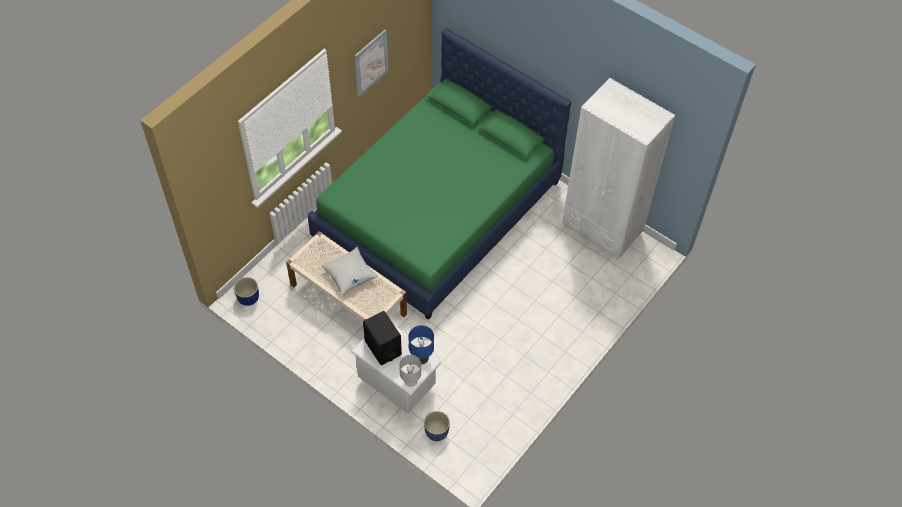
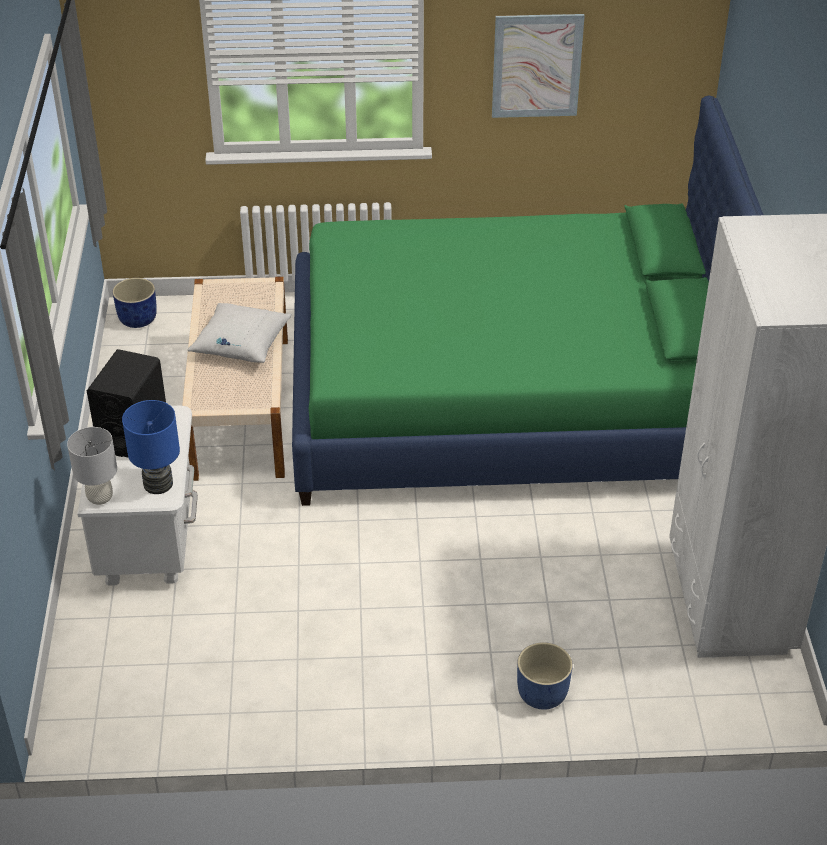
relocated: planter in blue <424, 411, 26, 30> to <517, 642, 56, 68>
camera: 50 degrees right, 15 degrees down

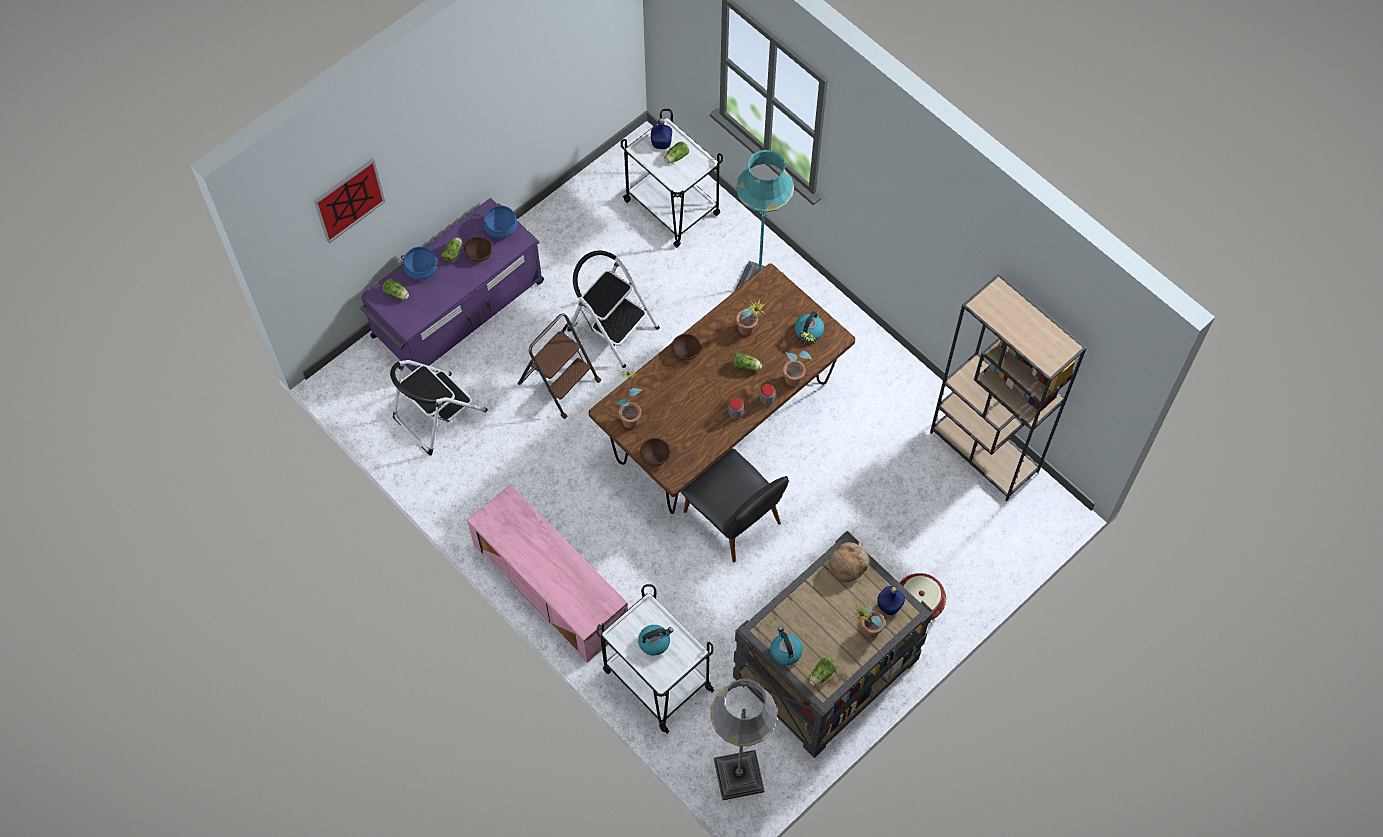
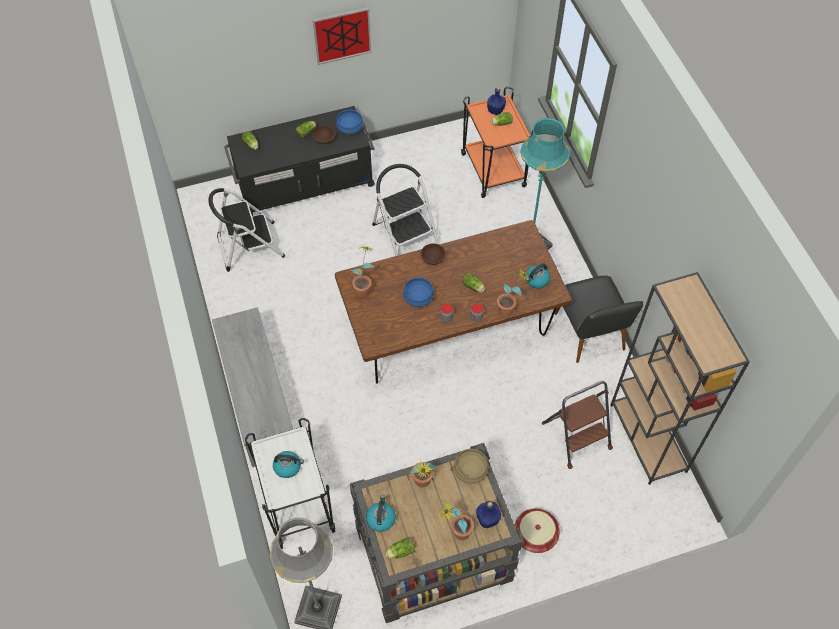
missing: bowl in brown <640, 438, 31, 28>
relocated: picture <314, 159, 71, 84> to <313, 7, 58, 58>; cooking pot in blue <401, 247, 39, 33> to <403, 277, 32, 30>; potted plant <736, 299, 30, 36> to <410, 462, 27, 25>; step ladder in brown <518, 313, 83, 106> to <542, 381, 71, 88>; chair in black <681, 448, 108, 114> to <555, 275, 88, 88>
exchanged: bread <829, 542, 40, 40> to cooking pot in beige <451, 449, 39, 35>
colour: cart in white <621, 109, 102, 138> to cart in orange <461, 87, 72, 111>; cabinet in purple <360, 198, 184, 174> to cabinet in black <224, 106, 151, 110>; bench in pink <467, 485, 161, 178> to bench in grey <212, 307, 81, 160>
camera: 25 degrees right, 5 degrees down

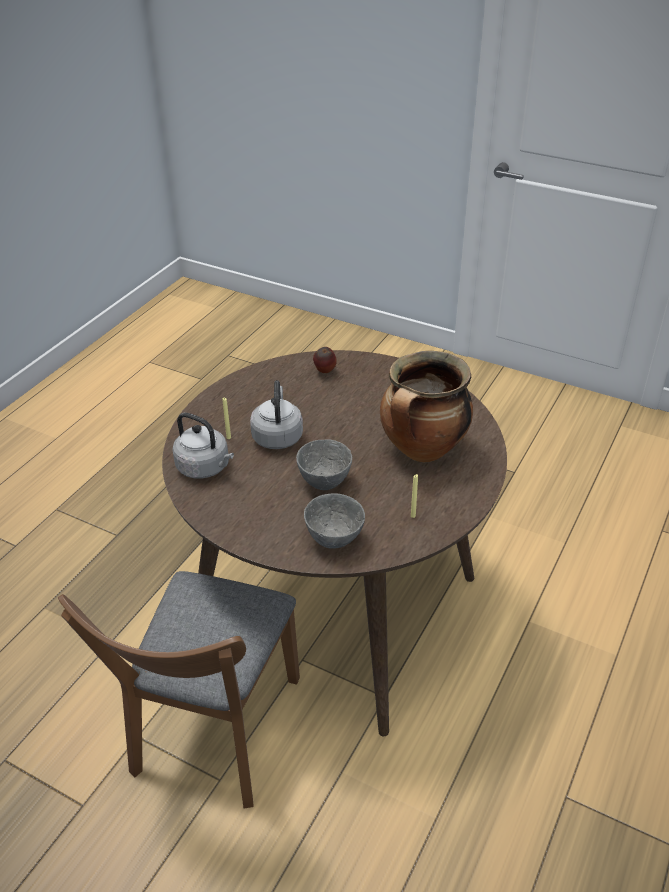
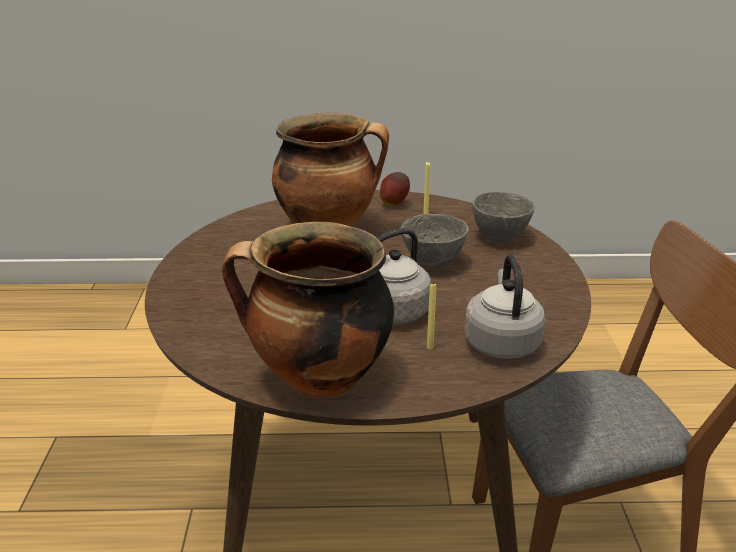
appeared: cooking pot <222, 222, 172, 176>
relocated: apple <313, 347, 24, 26> to <380, 172, 30, 34>
camera: 120 degrees left, 10 degrees down

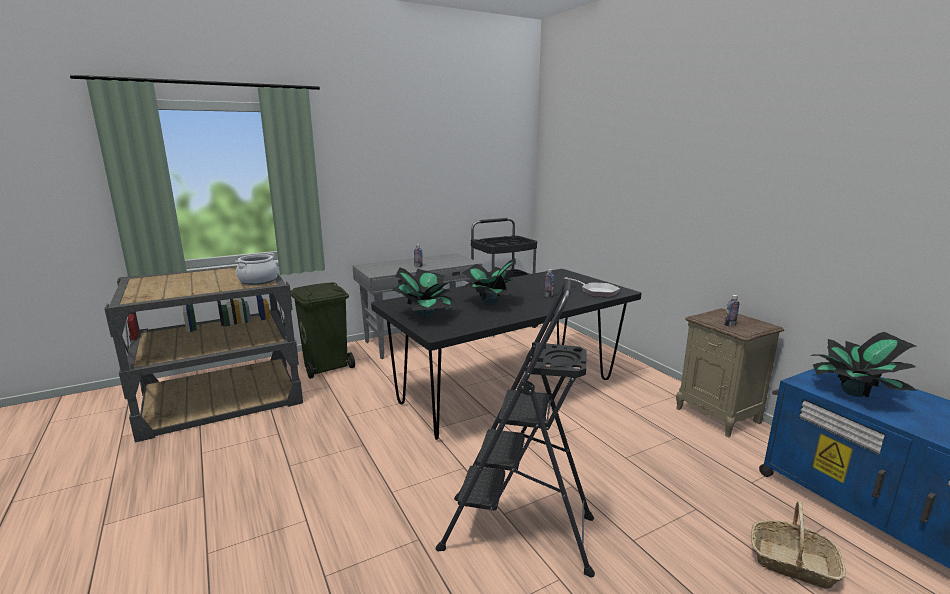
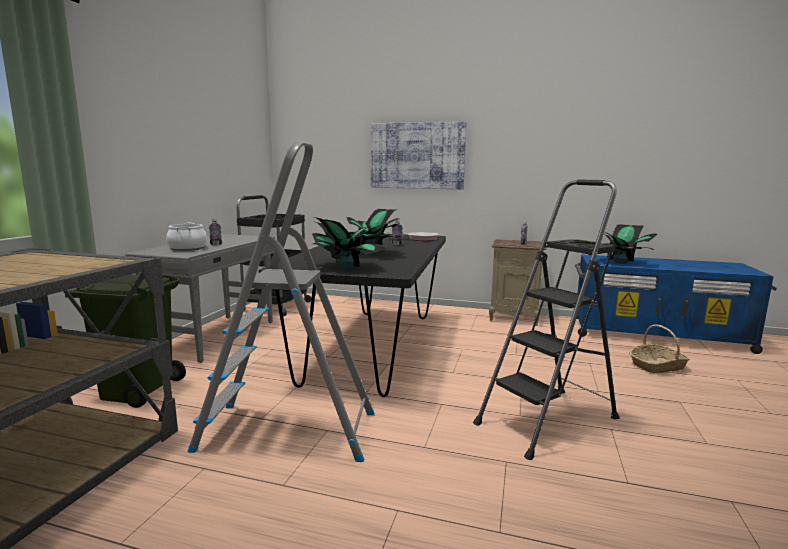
appeared: picture <371, 121, 95, 68>; step ladder in grey <187, 140, 188, 322>
relocated: cooking pot <235, 253, 43, 32> to <166, 222, 41, 29>
camera: 45 degrees left, 5 degrees down

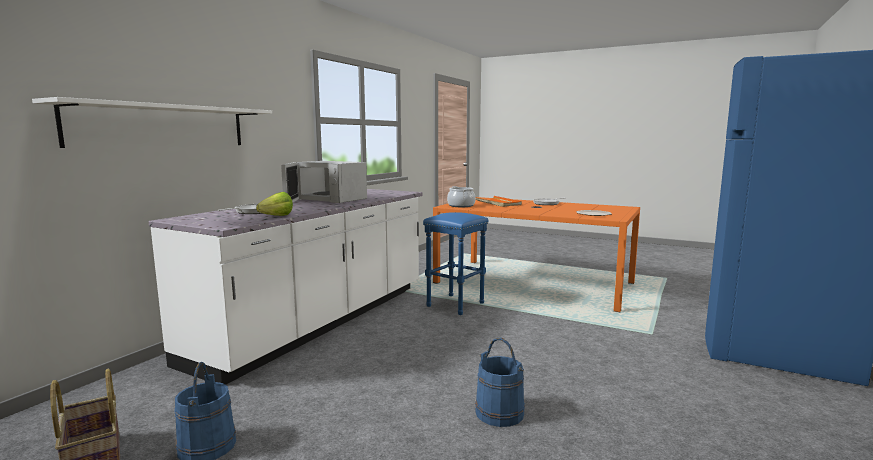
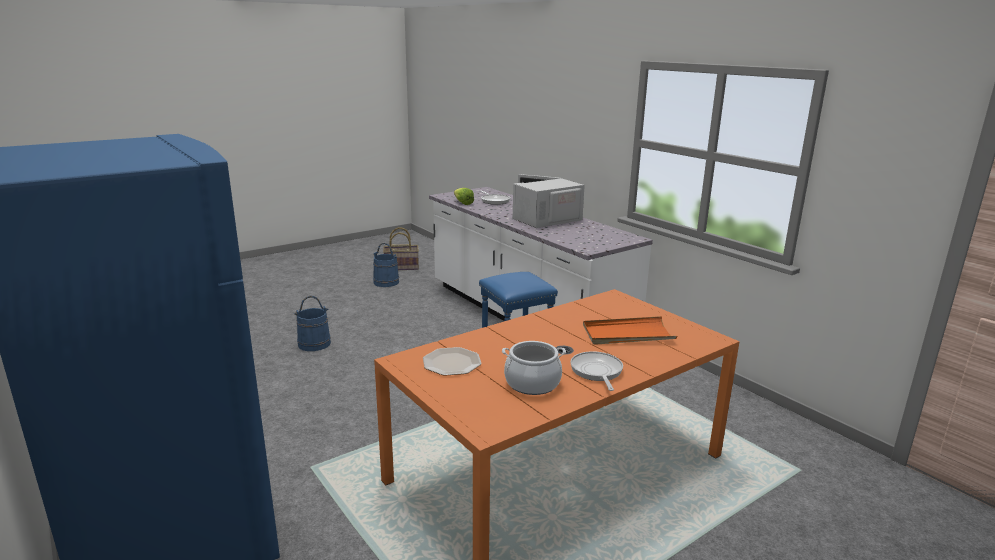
missing: shelf in white <32, 97, 240, 51>
relocated: cooking pot <447, 186, 29, 21> to <502, 341, 64, 54>
camera: 115 degrees right, 10 degrees up

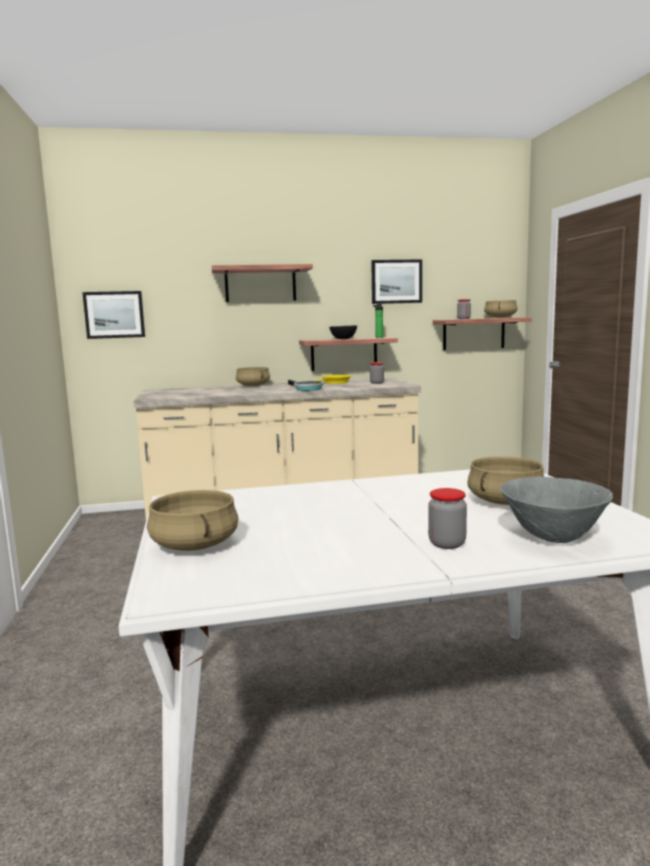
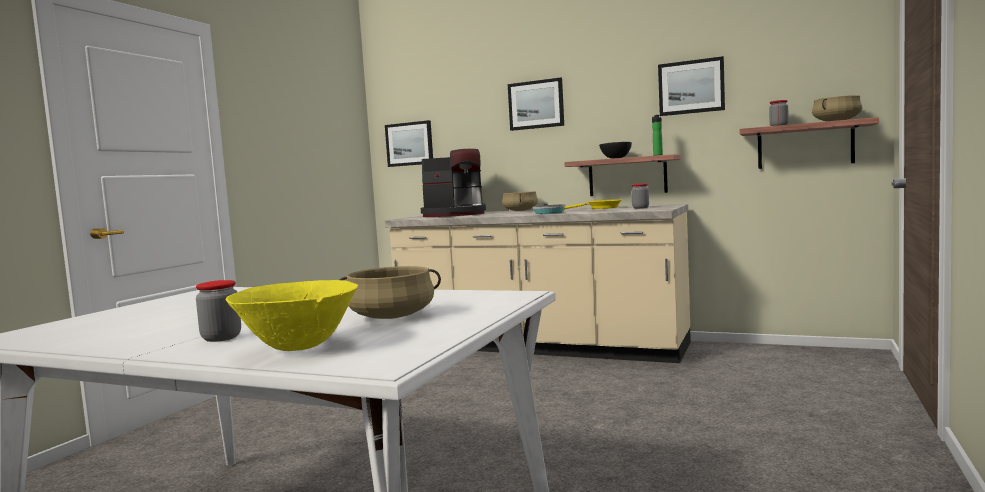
missing: cooking pot in beige <147, 490, 92, 61>
appeared: coffee machine <421, 149, 65, 68>
exchanged: shelf <212, 264, 101, 38> to picture <508, 77, 56, 54>
colour: bowl in grey <500, 477, 113, 66> to bowl in yellow <226, 280, 132, 71>
camera: 35 degrees right, 5 degrees down

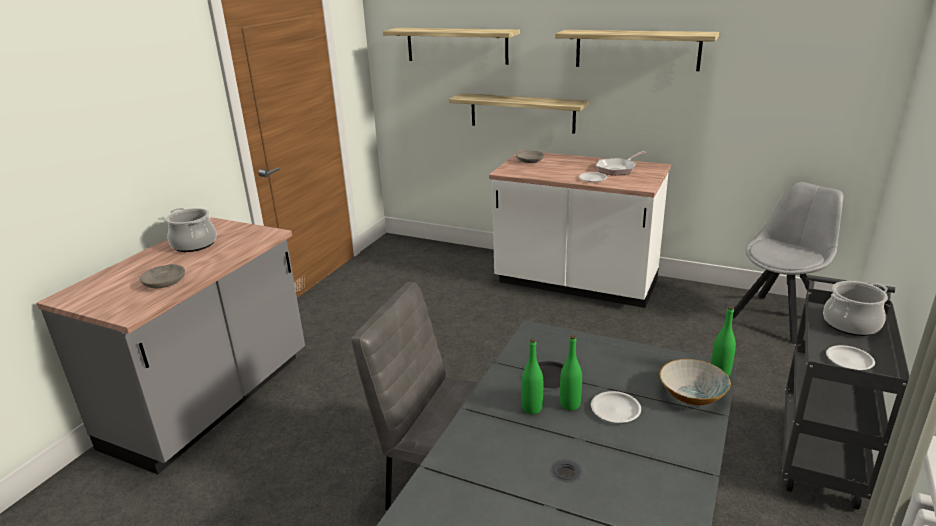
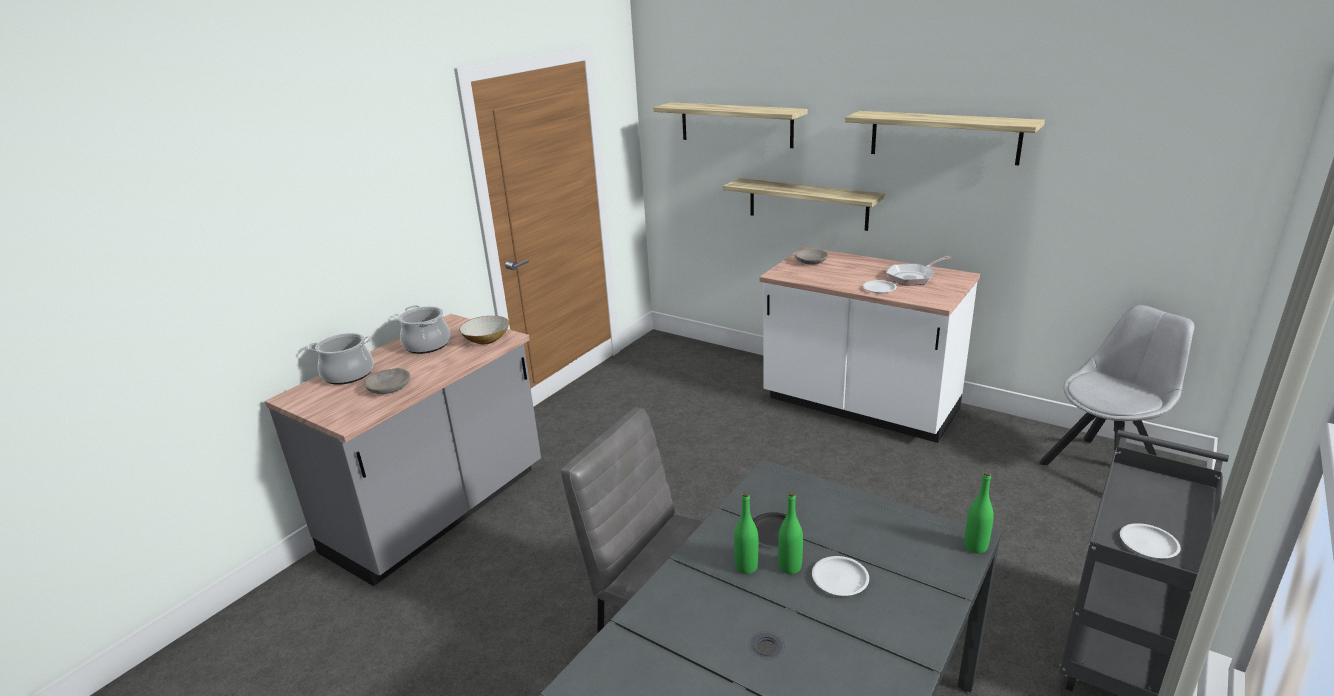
relocated: cooking pot <823, 281, 65, 55> to <308, 333, 66, 52>; bowl <659, 359, 72, 46> to <459, 316, 50, 28>
camera: 10 degrees right, 0 degrees up

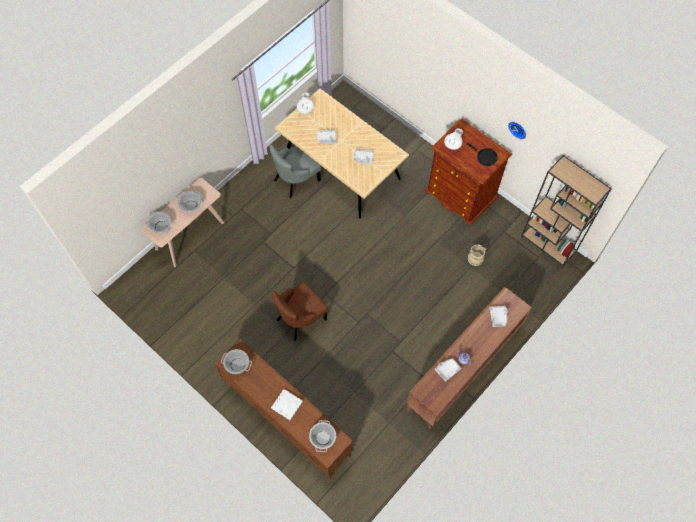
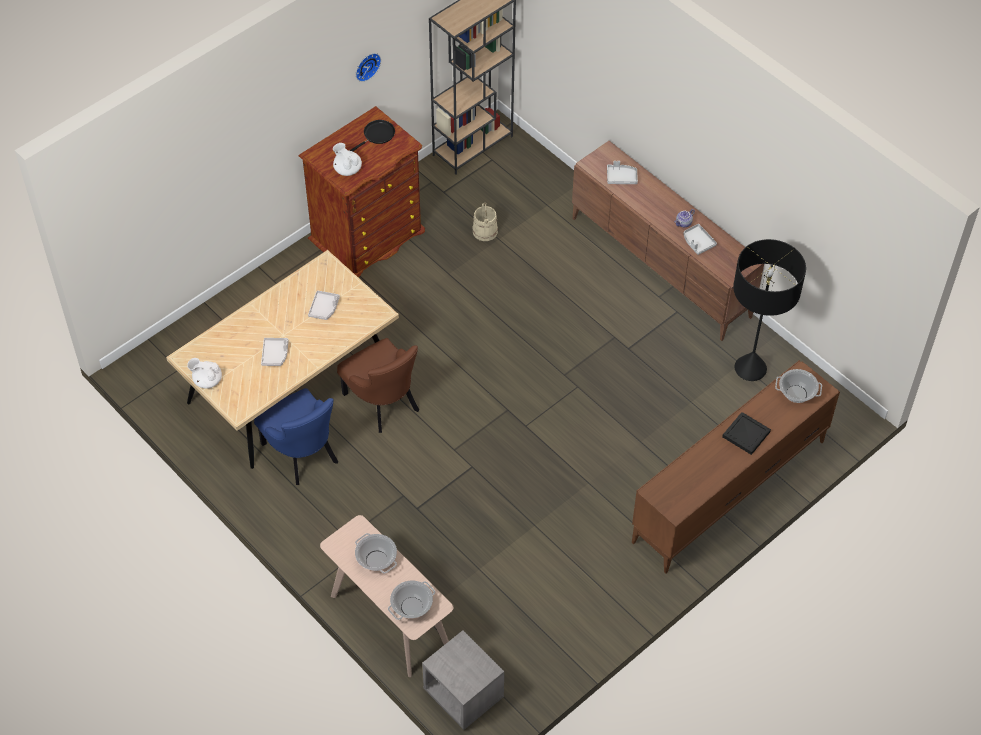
missing: cooking pot <221, 349, 31, 25>
appeared: floor lamp in black <733, 239, 73, 142>; nightstand in grey <422, 630, 82, 100>
relocated: chair in brown <272, 282, 56, 59> to <337, 338, 82, 95>
colour: chair in grey <269, 145, 52, 53> to chair in blue <254, 388, 85, 97>; tray in white <271, 389, 32, 31> to tray in black <722, 412, 49, 43>
camera: 85 degrees left, 10 degrees down

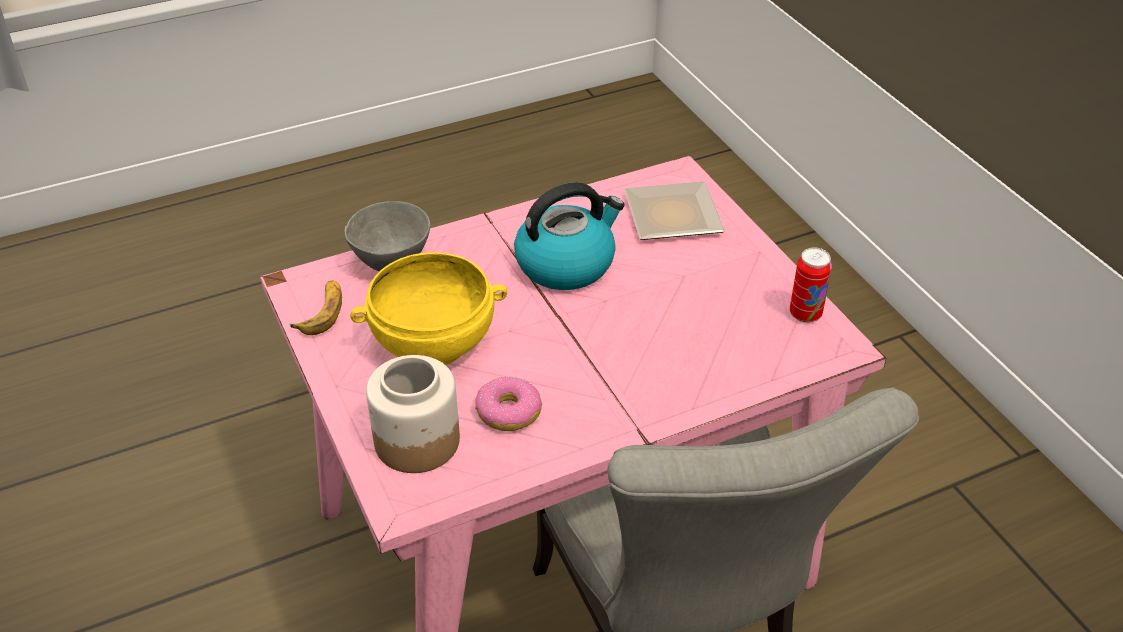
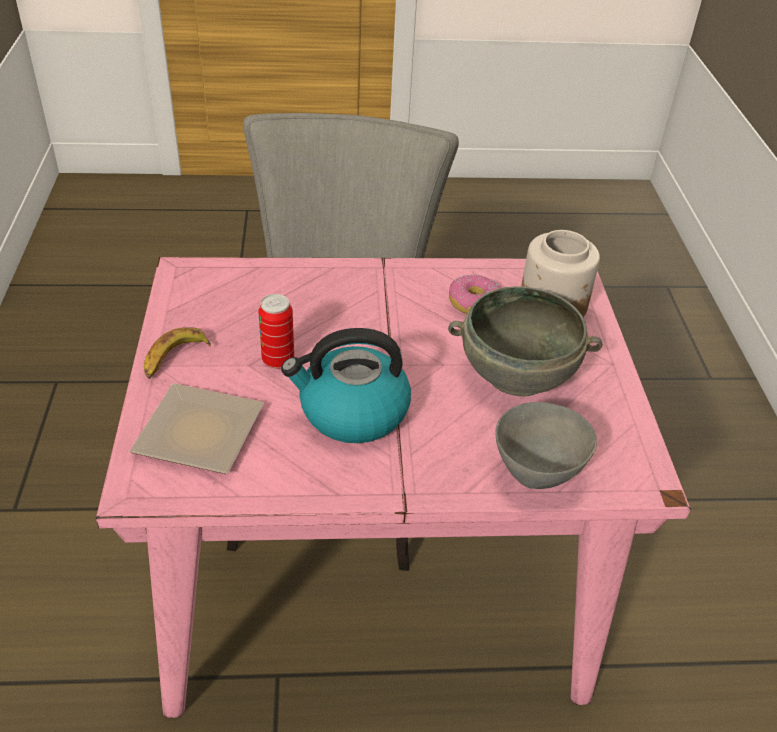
relocated: can <790, 247, 42, 76> to <259, 294, 35, 75>; banana <290, 280, 52, 55> to <144, 327, 67, 52>
colour: bowl in yellow <350, 252, 158, 113> to bowl in grey <448, 286, 154, 110>
camera: 160 degrees left, 0 degrees up

